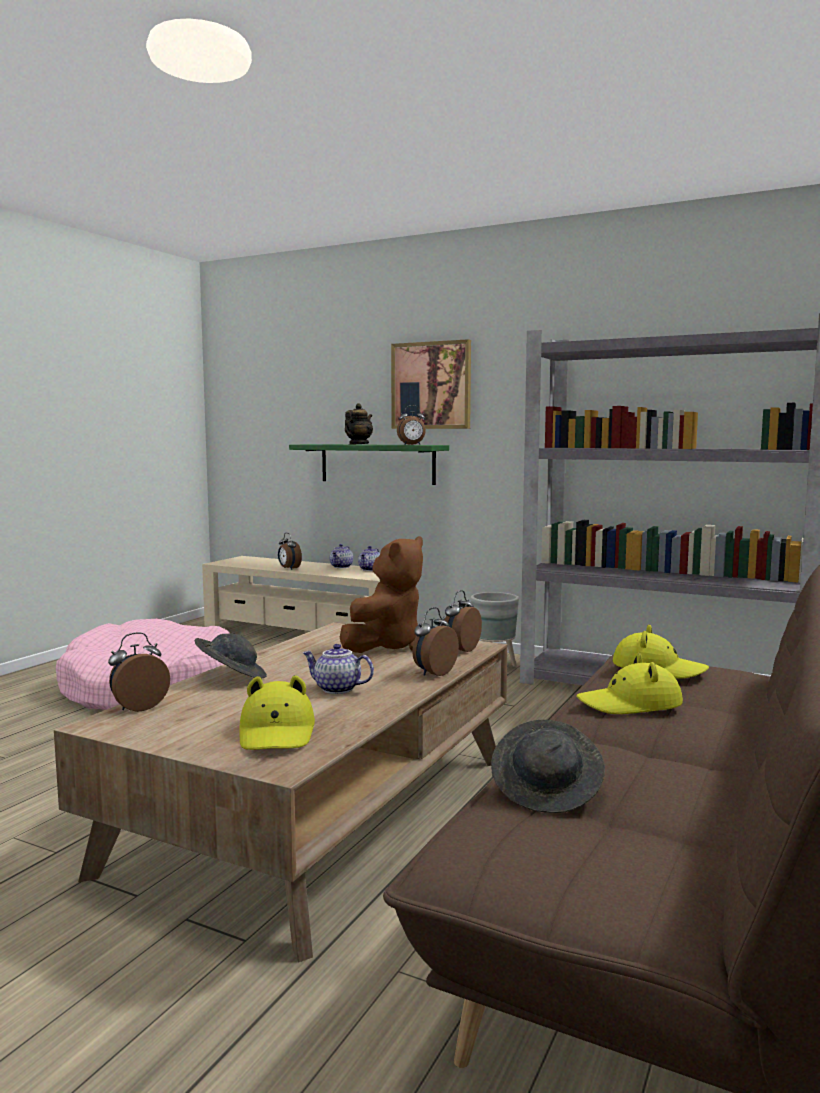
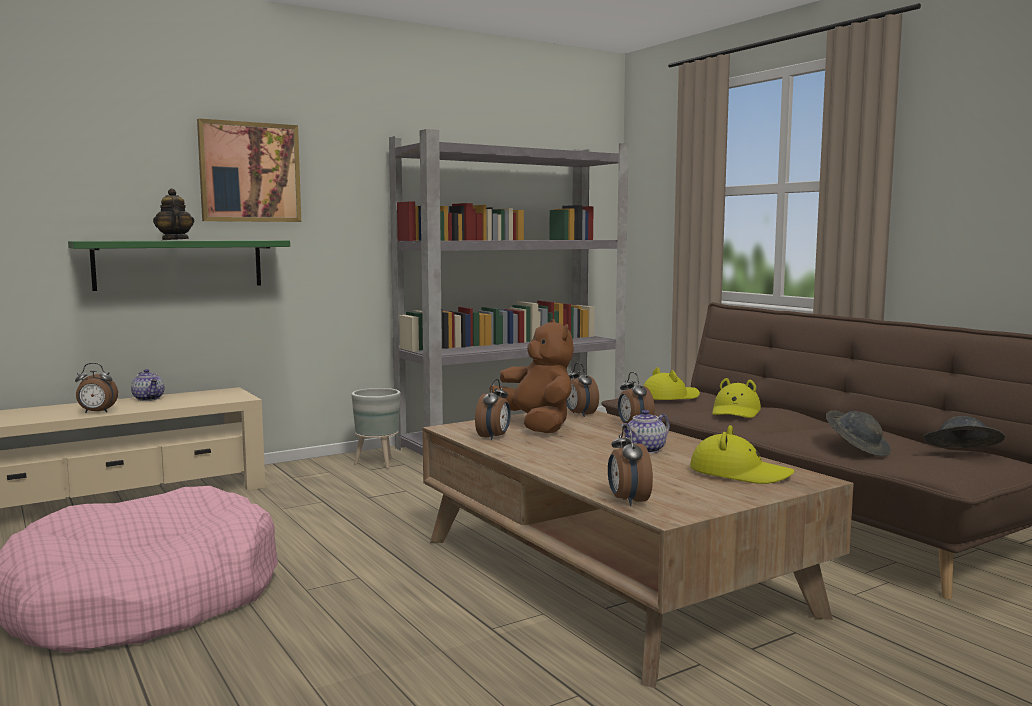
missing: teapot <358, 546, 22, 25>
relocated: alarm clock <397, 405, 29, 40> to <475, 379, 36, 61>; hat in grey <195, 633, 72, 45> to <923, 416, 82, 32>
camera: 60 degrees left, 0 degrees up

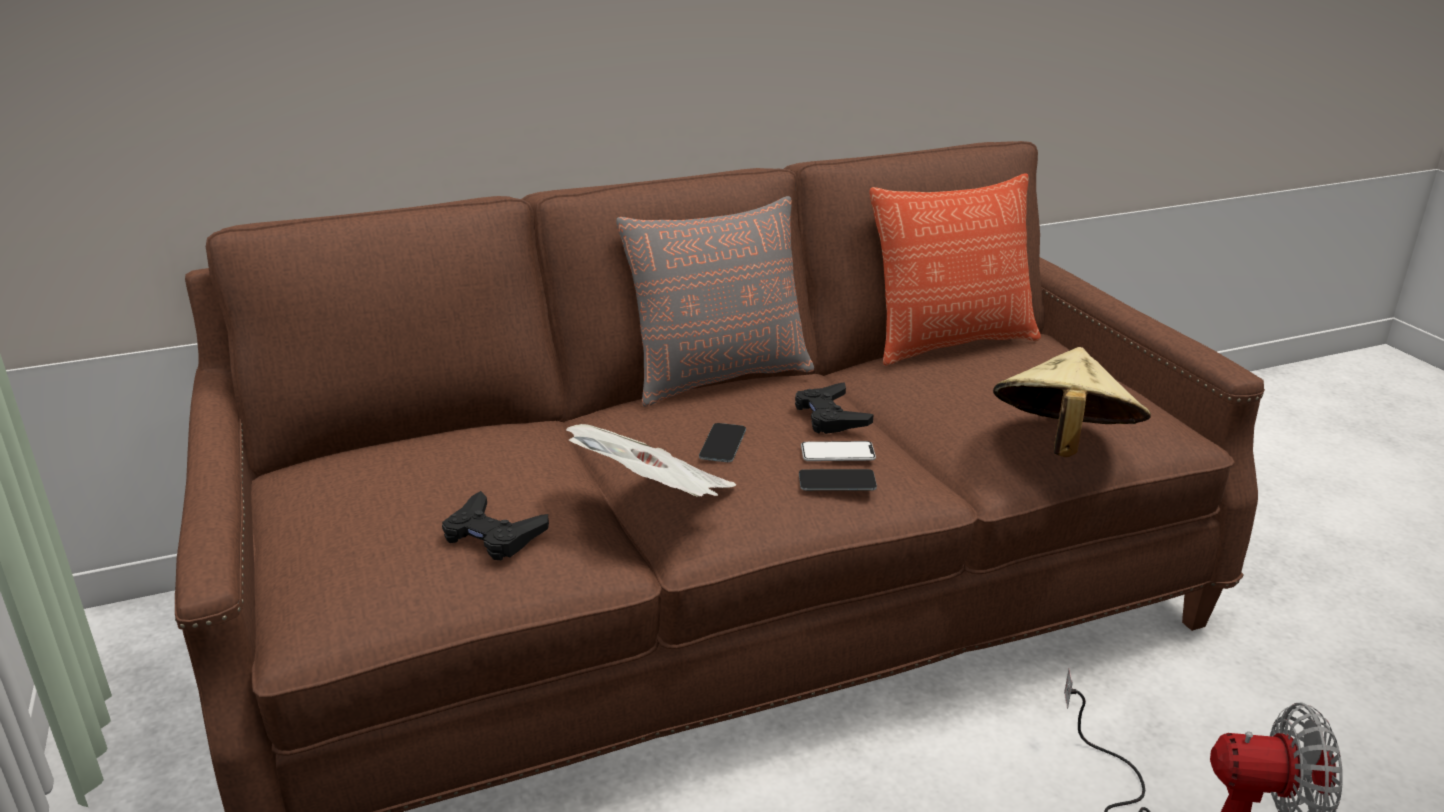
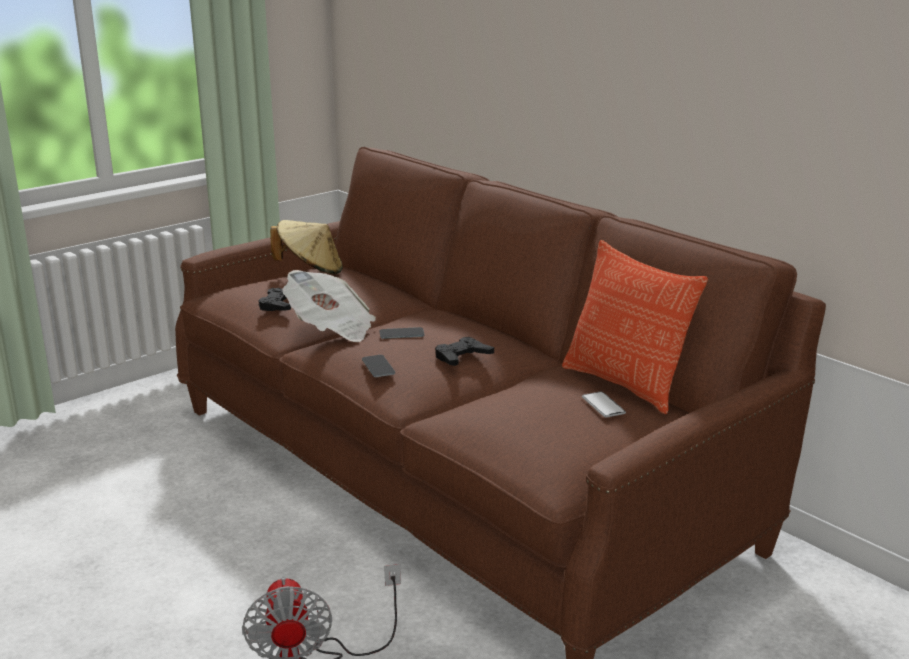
missing: pillow in grey <616, 196, 198, 210>
relocated: hat in beige <993, 347, 158, 110> to <270, 220, 73, 55>; phone <801, 441, 75, 20> to <582, 392, 44, 25>
camera: 70 degrees right, 5 degrees down

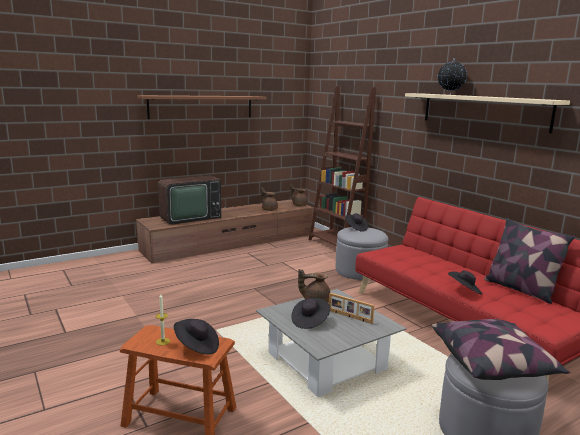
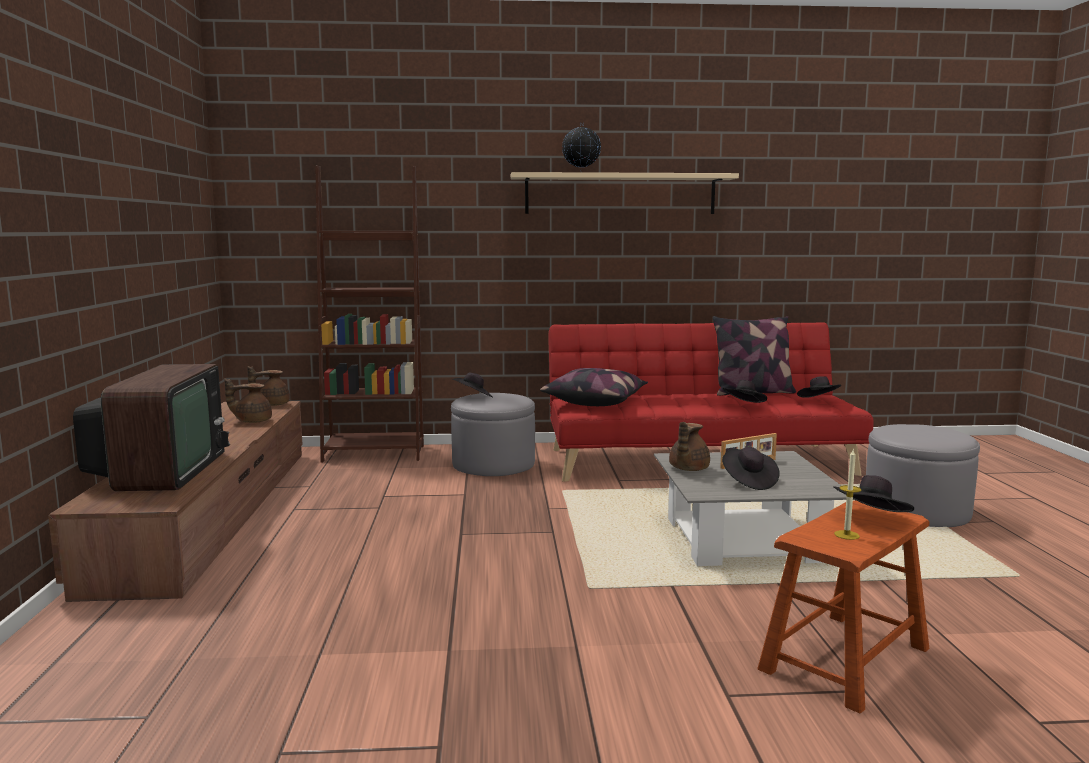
missing: shelf in brown <138, 95, 128, 24>
appeared: hat in black <797, 376, 45, 22>
relocated: pillow <432, 319, 138, 61> to <540, 368, 108, 38>
camera: 60 degrees left, 5 degrees down

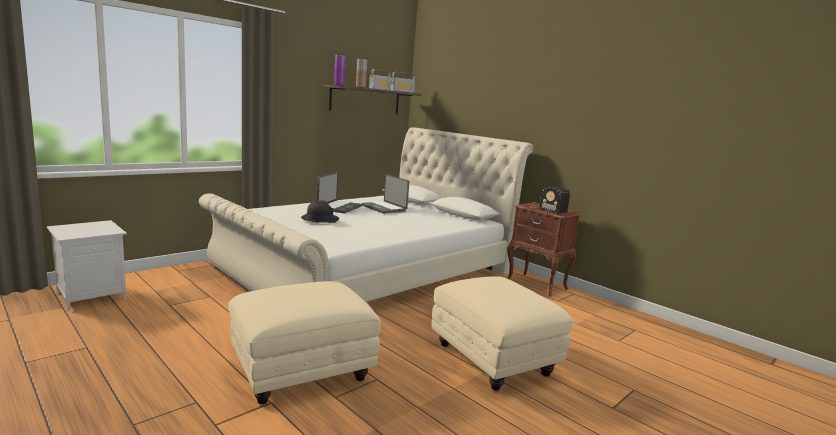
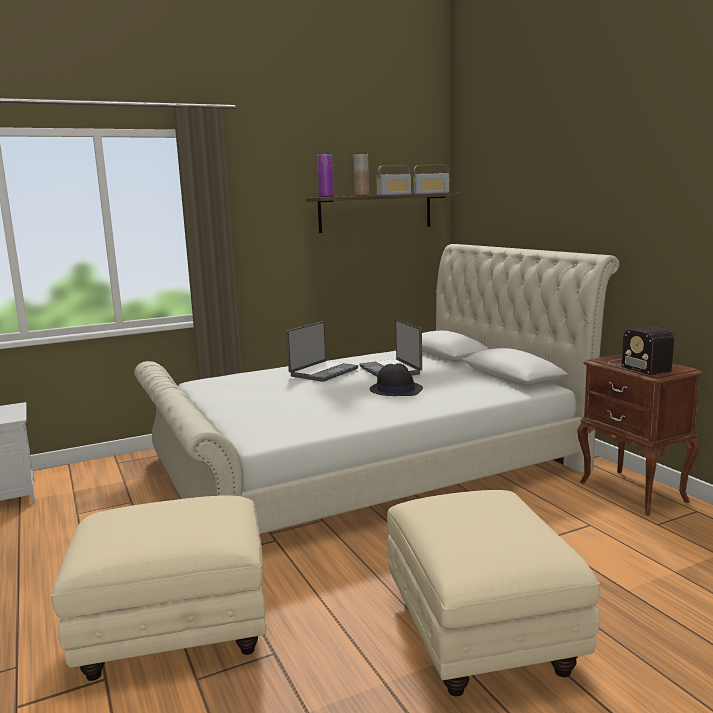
relocated: hat in black <301, 200, 38, 23> to <370, 363, 53, 33>
camera: 20 degrees right, 0 degrees up

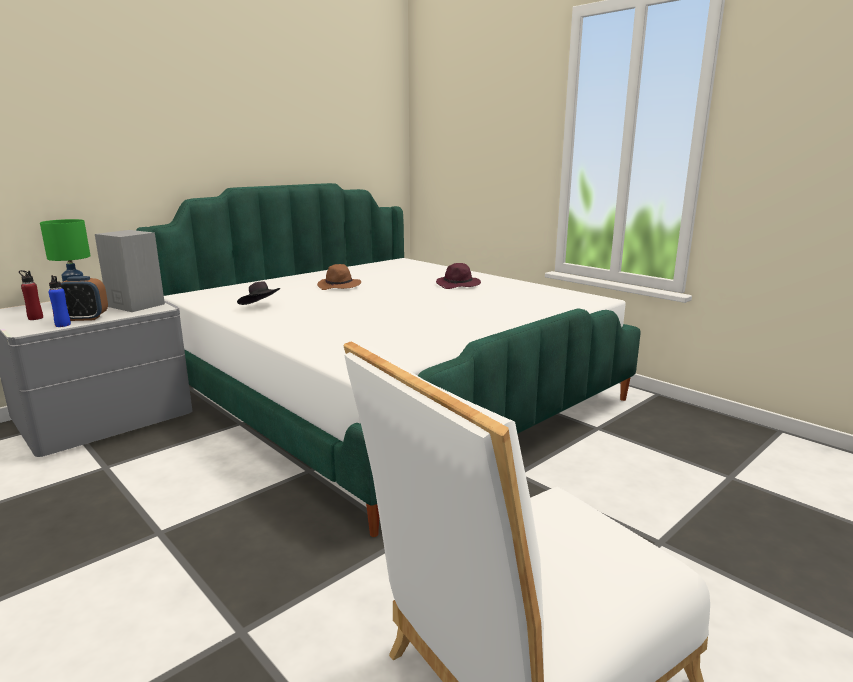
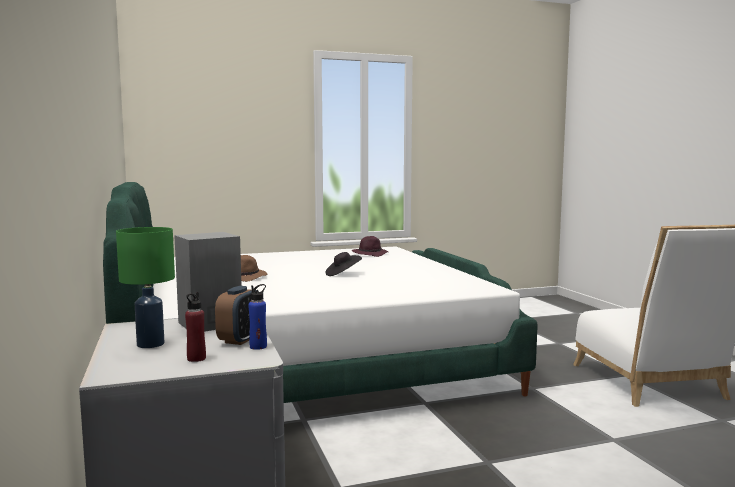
relocated: hat in purple <436, 263, 45, 26> to <352, 236, 37, 21>; hat in black <237, 281, 43, 24> to <325, 252, 37, 24>
camera: 65 degrees left, 10 degrees down

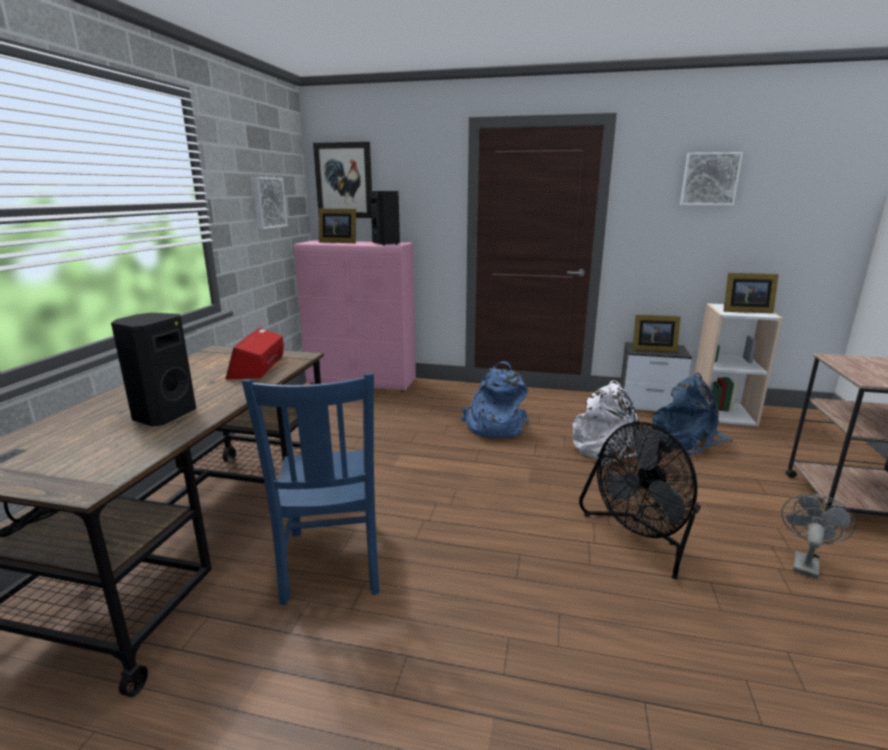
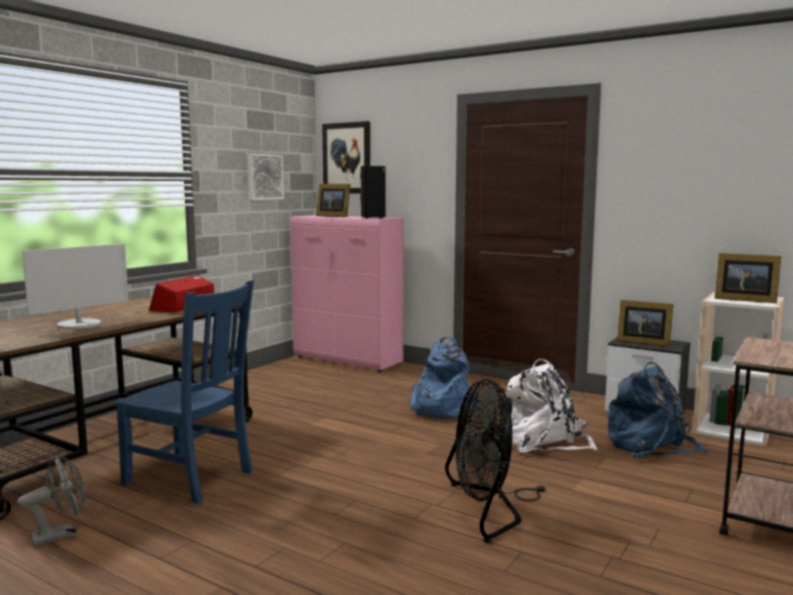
missing: picture <680, 152, 63, 53>
relocated: fan in grey <781, 494, 75, 85> to <18, 455, 67, 92>
exchanged: speaker in black <111, 313, 85, 113> to monitor <22, 244, 107, 85>
spun: chair in blue <242, 373, 137, 232> = <115, 280, 139, 224> 75 degrees counterclockwise
camera: 20 degrees right, 10 degrees down

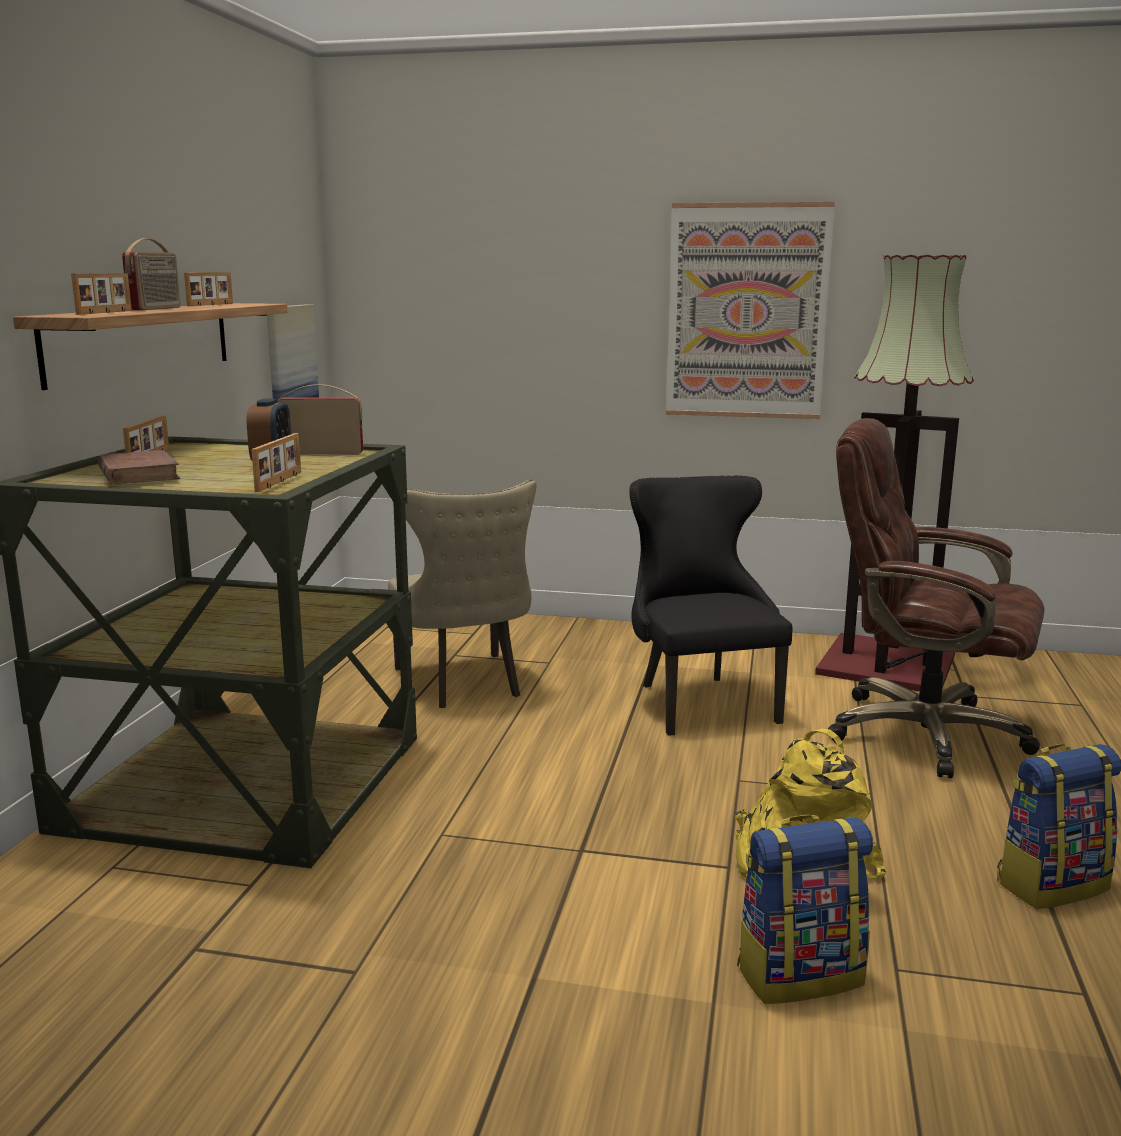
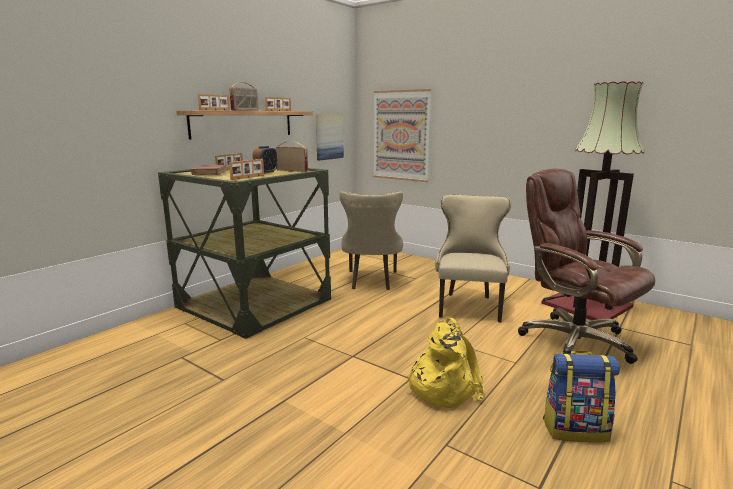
missing: backpack <737, 815, 136, 189>
relocated: picture <666, 202, 169, 217> to <373, 89, 58, 93>
colour: chair in black <629, 475, 163, 261> to chair in beige <435, 194, 76, 128>
camera: 25 degrees right, 0 degrees up

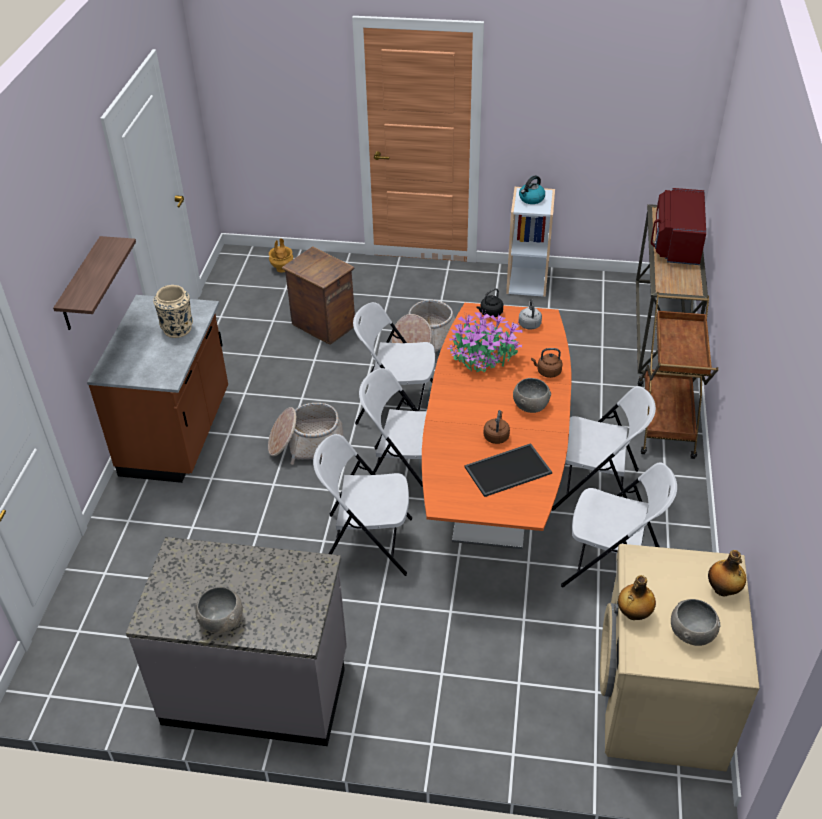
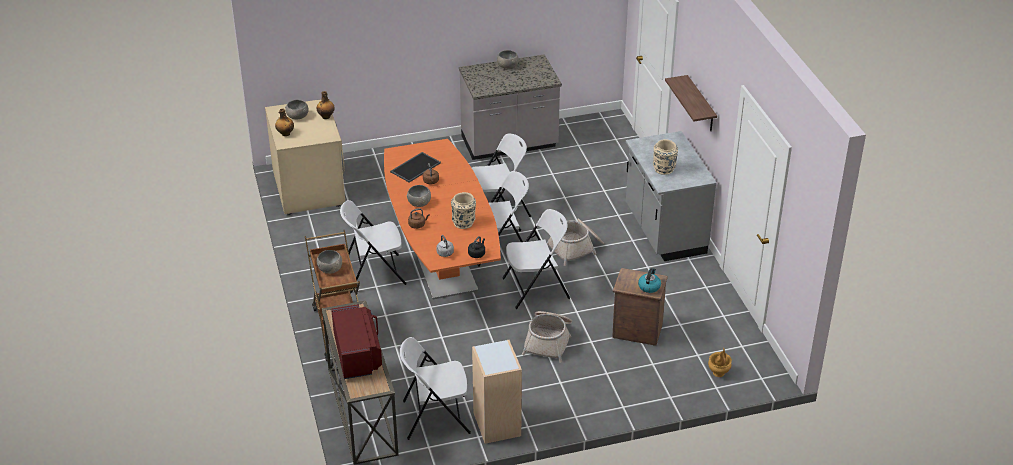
appeared: bowl in grey <317, 250, 25, 24>
relocated: kettle <519, 176, 26, 28> to <638, 268, 23, 25>; chair in white <561, 462, 116, 125> to <400, 337, 71, 103>
exchanged: potted plant <447, 310, 76, 62> to vase in beige <451, 192, 25, 37>
colour: counter in brown <87, 295, 141, 188> to counter in grey <626, 131, 90, 130>
camera: 155 degrees right, 5 degrees down

